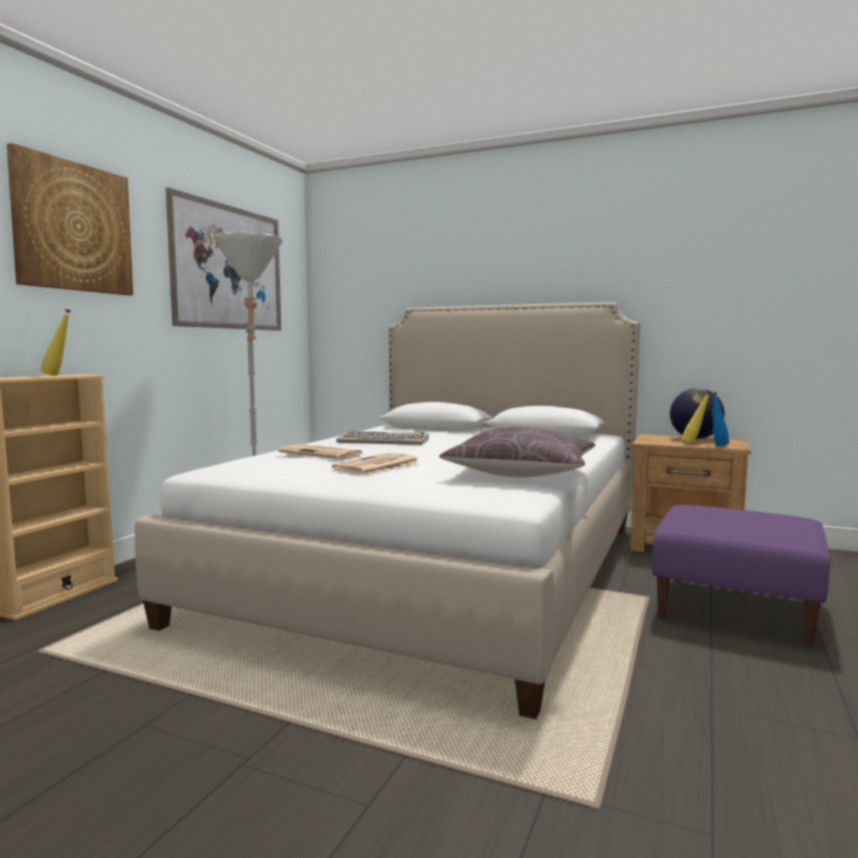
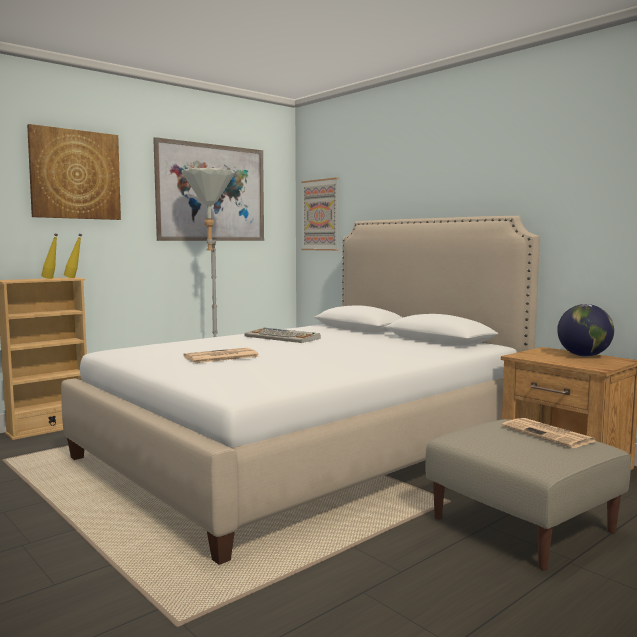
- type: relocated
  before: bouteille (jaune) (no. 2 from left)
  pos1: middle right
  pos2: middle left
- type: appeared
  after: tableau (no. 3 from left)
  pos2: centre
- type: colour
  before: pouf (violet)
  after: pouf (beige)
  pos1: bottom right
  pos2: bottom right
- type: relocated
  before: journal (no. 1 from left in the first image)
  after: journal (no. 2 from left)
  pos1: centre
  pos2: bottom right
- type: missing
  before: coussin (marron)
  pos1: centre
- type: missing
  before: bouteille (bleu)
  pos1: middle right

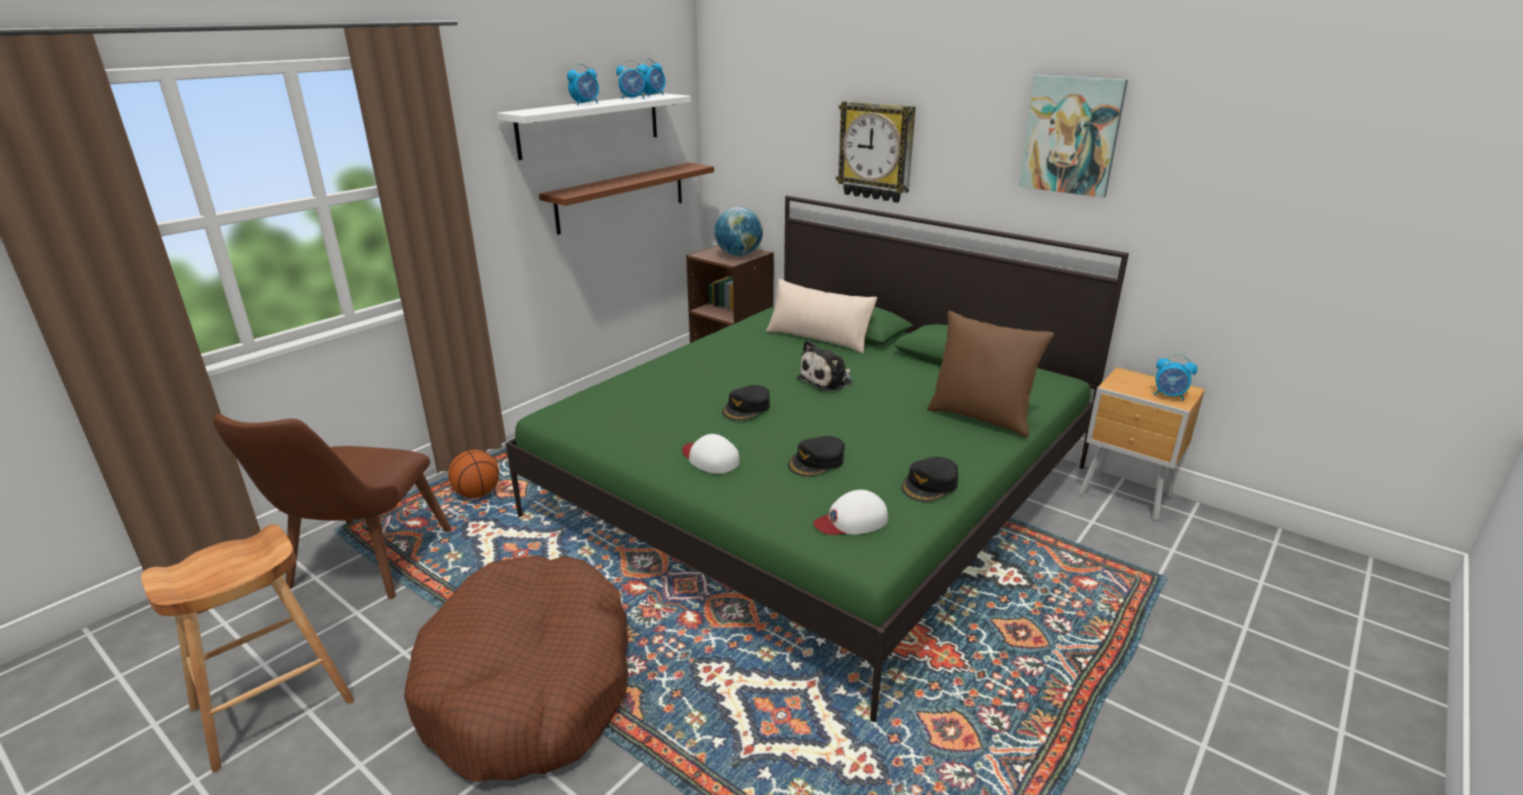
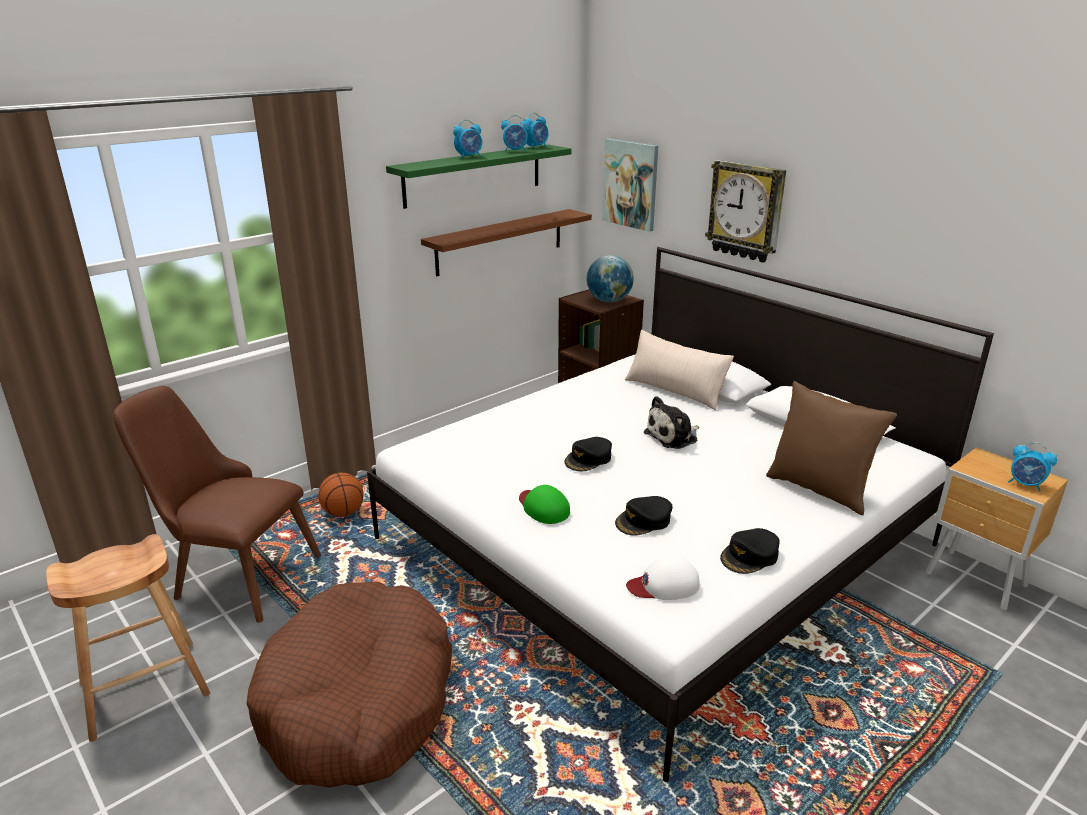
- type: spun
  before: chaise (marron)
  pos1: middle left
  pos2: middle left
  turn: 90
- type: colour
  before: lit (vert)
  after: lit (blanc)
  pos1: centre
  pos2: centre
- type: colour
  before: étagère (blanc)
  after: étagère (vert)
  pos1: top centre
  pos2: top centre
- type: colour
  before: casquette (blanc) (no. 1 from left)
  after: casquette (vert)
  pos1: centre
  pos2: centre
- type: relocated
  before: tableau
  pos1: top right
  pos2: top centre

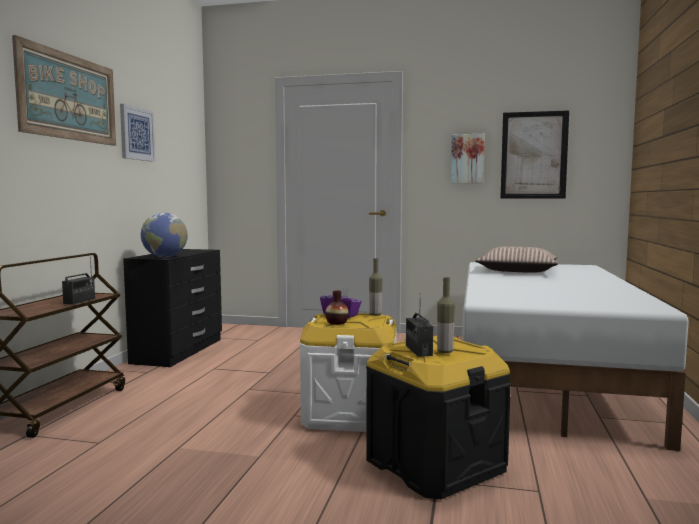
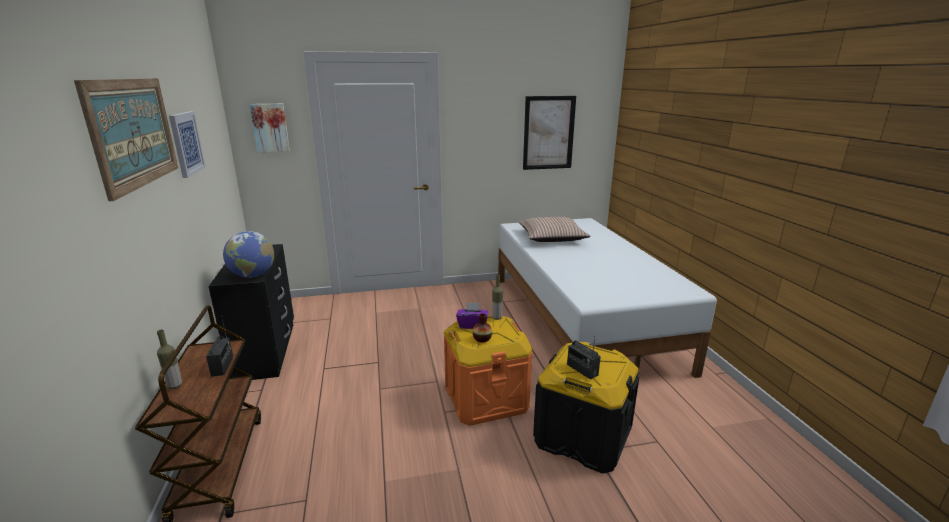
- type: relocated
  before: bouteille (no. 2 from left in the first image)
  after: bouteille (no. 1 from left)
  pos1: centre
  pos2: bottom left
- type: relocated
  before: tableau (no. 3 from left)
  pos1: top right
  pos2: top left
- type: colour
  before: boîte de rangement (blanc)
  after: boîte de rangement (orange)
  pos1: bottom centre
  pos2: bottom centre

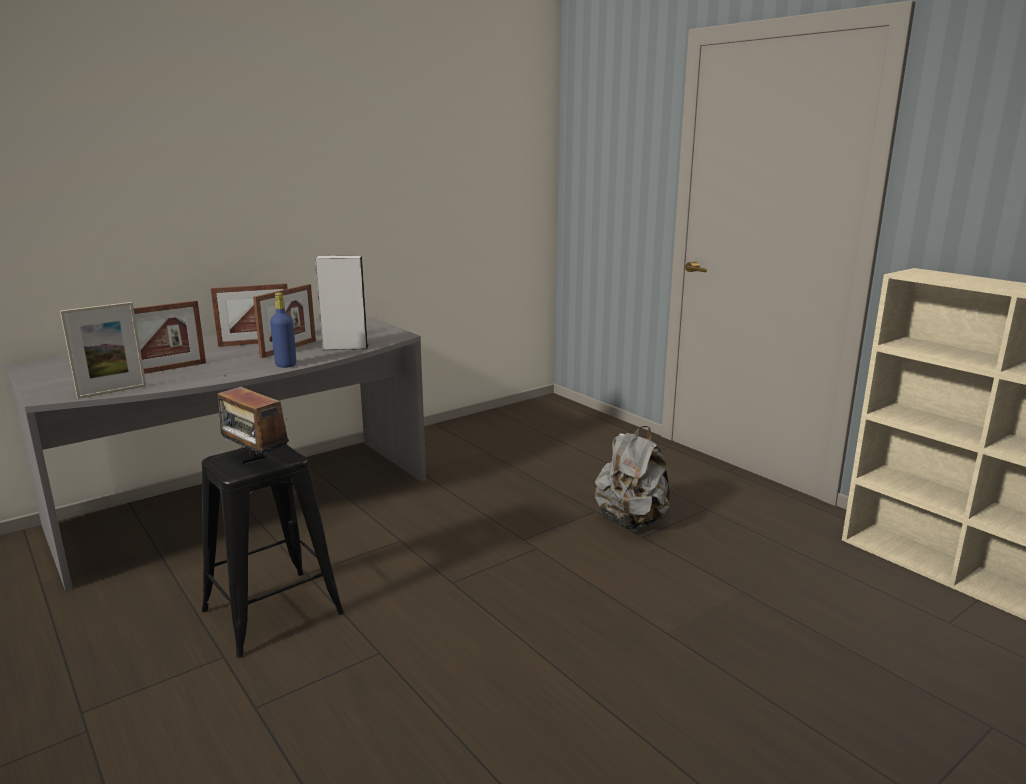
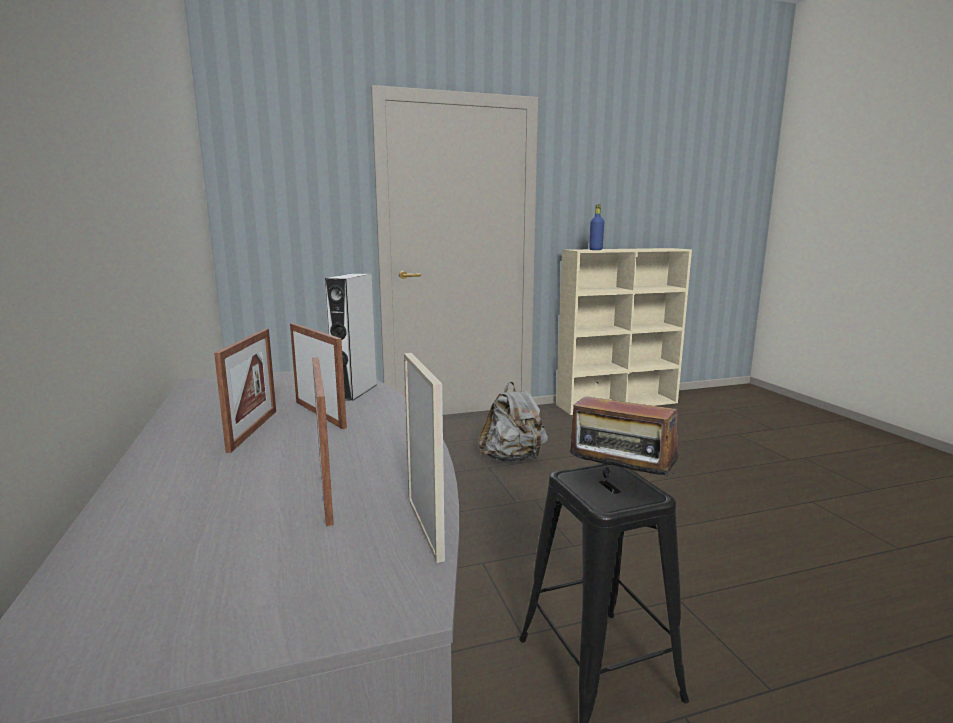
- type: spun
  before: radio
  pos1: middle left
  pos2: centre
  turn: 60
- type: relocated
  before: bouteille (bleu)
  pos1: middle left
  pos2: top centre

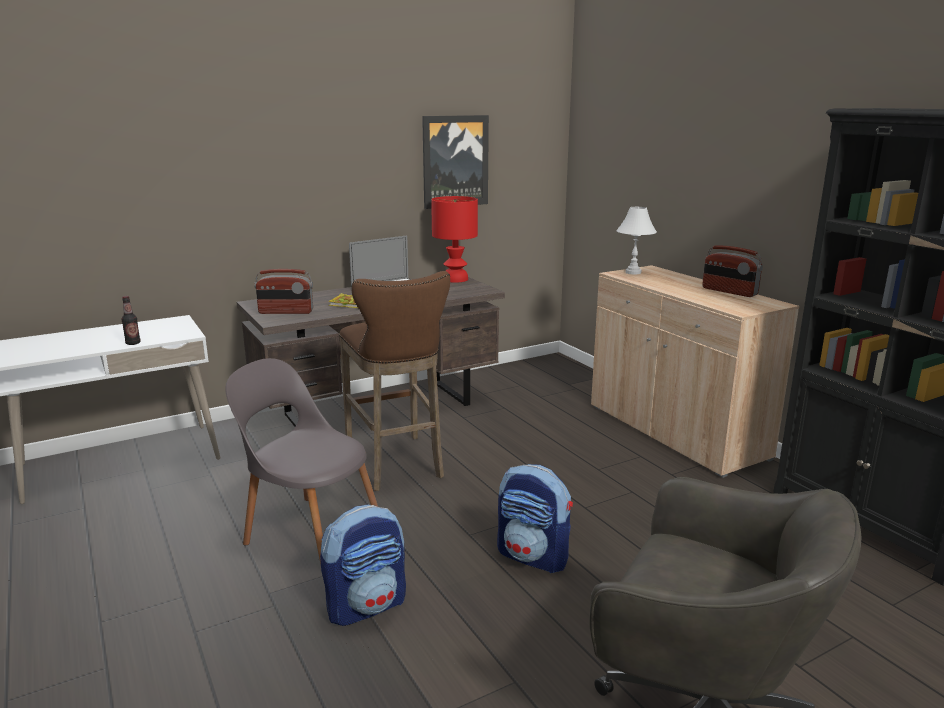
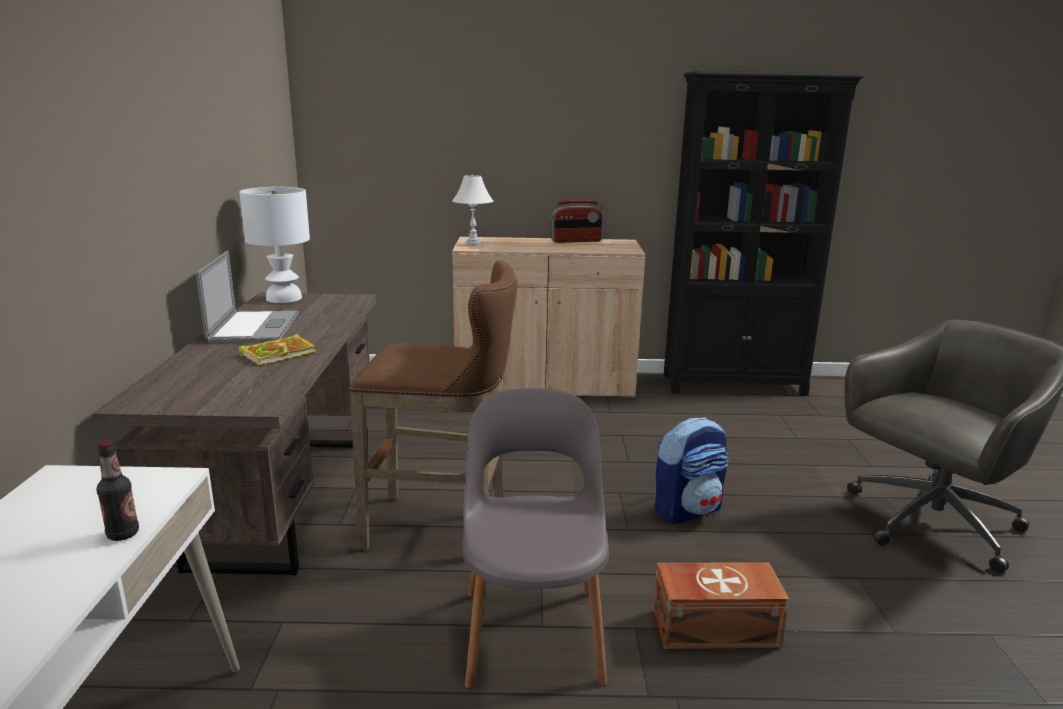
- type: colour
  before: lampe de table (rouge)
  after: lampe de table (blanc) (no. 1 from left)
  pos1: centre
  pos2: middle left
- type: spun
  before: chaise (gris)
  pos1: middle left
  pos2: bottom centre
  turn: 120
- type: exchanged
  before: sac à dos (no. 1 from left)
  after: boîte de rangement (marron)
  pos1: bottom centre
  pos2: bottom right
- type: missing
  before: radio (no. 1 from left)
  pos1: middle left
- type: missing
  before: tableau
  pos1: top centre

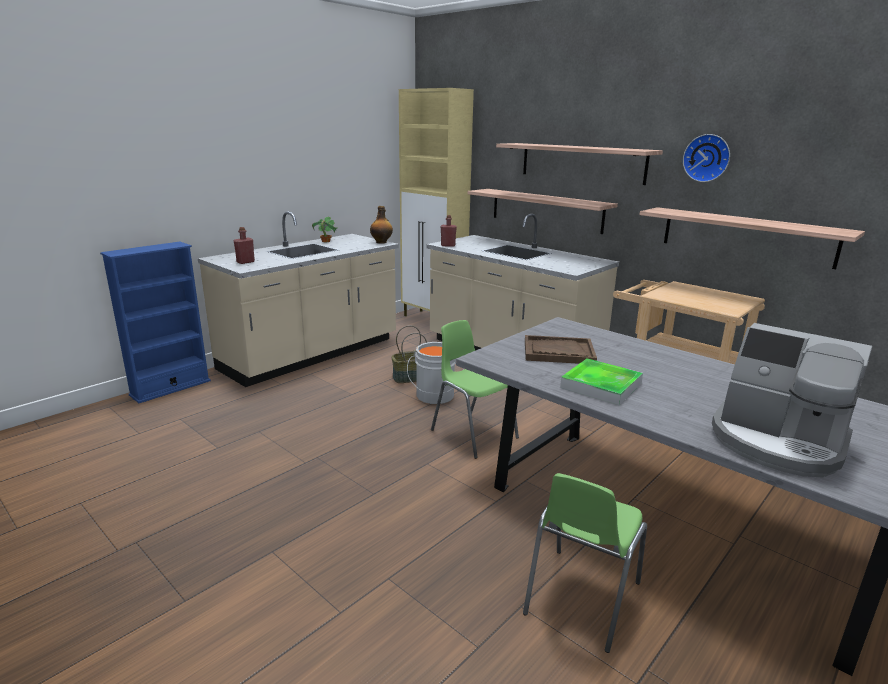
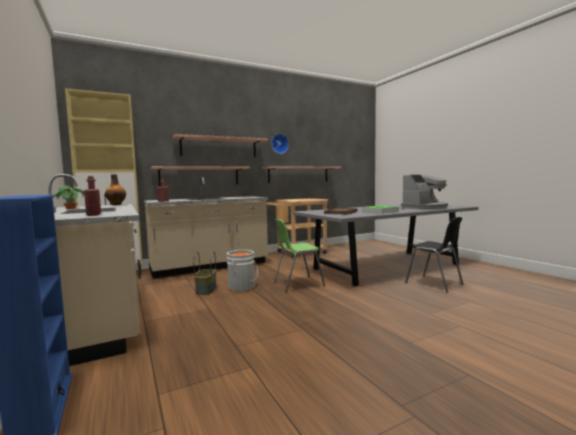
- type: colour
  before: chaise (vert) (no. 2 from left)
  after: chaise (noir)
  pos1: bottom centre
  pos2: middle right

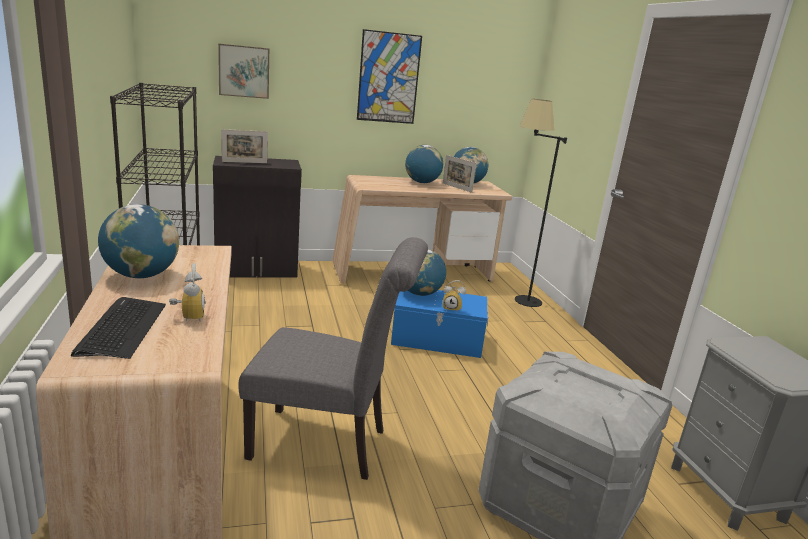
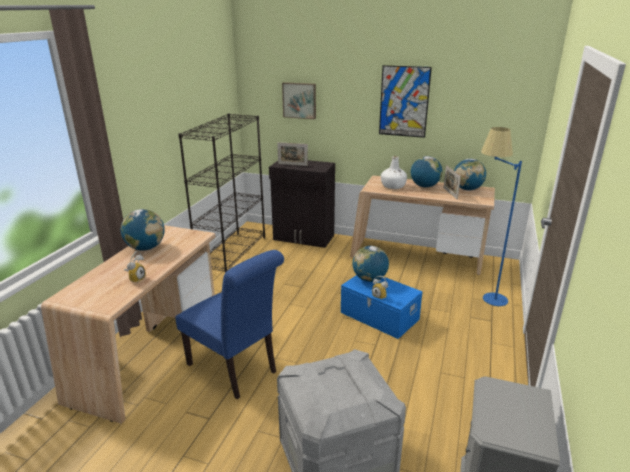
- type: colour
  before: chaise (gris)
  after: chaise (bleu)
  pos1: centre
  pos2: bottom centre
- type: appeared
  after: bouteille (blanc)
  pos2: centre
- type: colour
  before: lampadaire (noir)
  after: lampadaire (bleu)
  pos1: middle right
  pos2: middle right
- type: missing
  before: clavier
  pos1: middle left

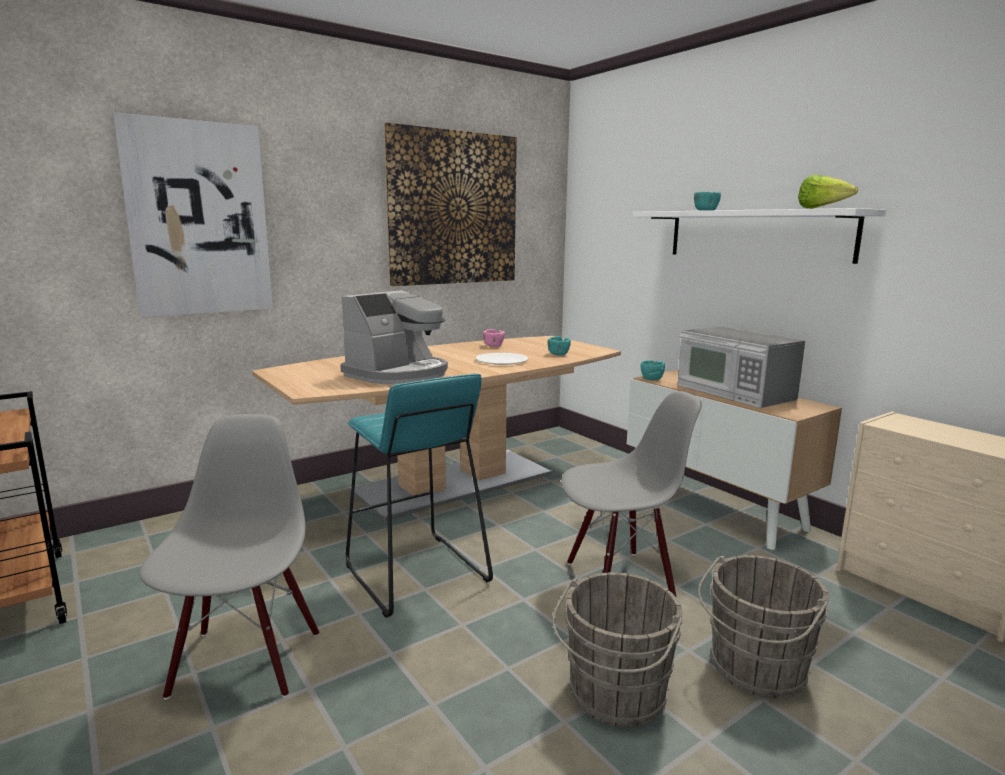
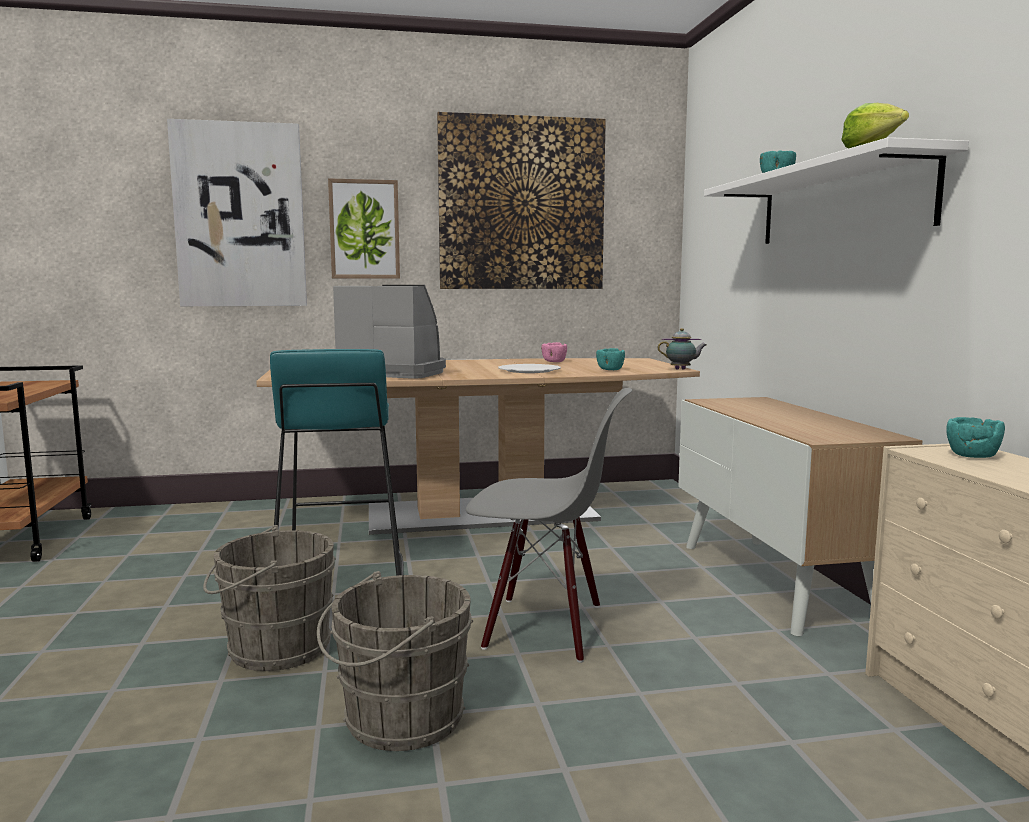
- type: relocated
  before: seau (gris) (no. 2 from left in the first image)
  after: seau (gris) (no. 1 from left)
  pos1: bottom right
  pos2: bottom left
- type: appeared
  after: tableau (no. 2 from left)
  pos2: top centre
- type: spun
  before: machine à café
  pos1: centre
  pos2: centre
  turn: -135
- type: appeared
  after: théière
  pos2: centre
- type: relocated
  before: bol (turquoise) (no. 2 from left in the first image)
  after: bol (turquoise) (no. 3 from left)
  pos1: centre
  pos2: middle right
- type: missing
  before: chaise (gris) (no. 1 from left)
  pos1: bottom left
- type: missing
  before: micro-ondes
  pos1: middle right

